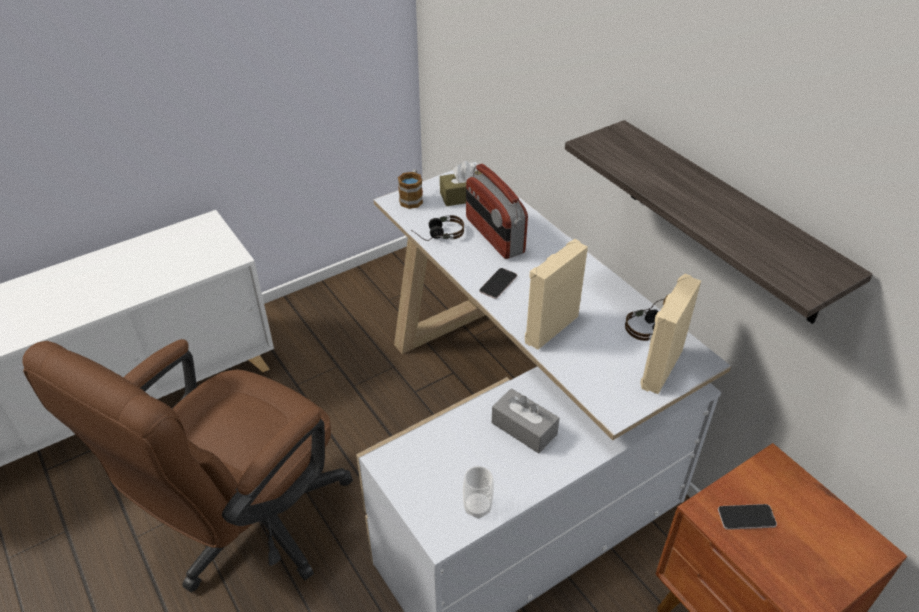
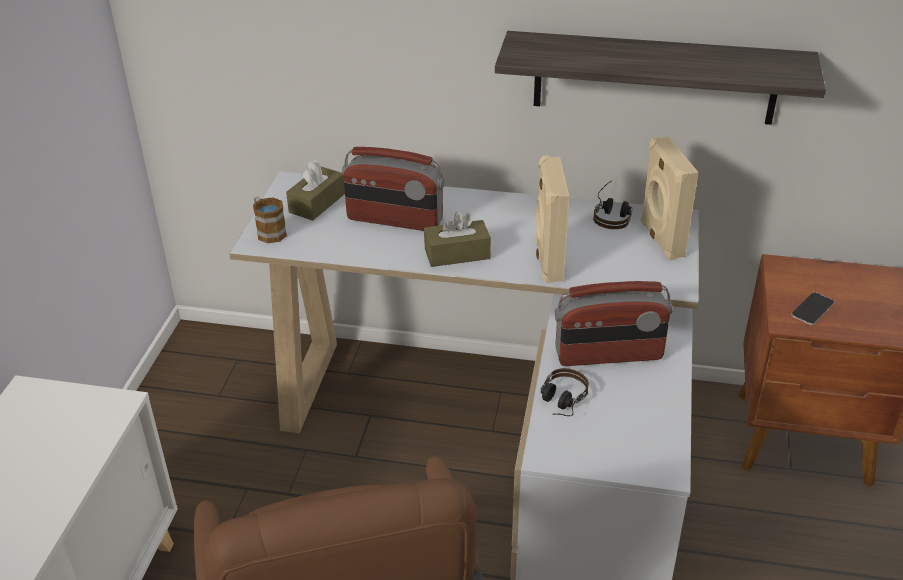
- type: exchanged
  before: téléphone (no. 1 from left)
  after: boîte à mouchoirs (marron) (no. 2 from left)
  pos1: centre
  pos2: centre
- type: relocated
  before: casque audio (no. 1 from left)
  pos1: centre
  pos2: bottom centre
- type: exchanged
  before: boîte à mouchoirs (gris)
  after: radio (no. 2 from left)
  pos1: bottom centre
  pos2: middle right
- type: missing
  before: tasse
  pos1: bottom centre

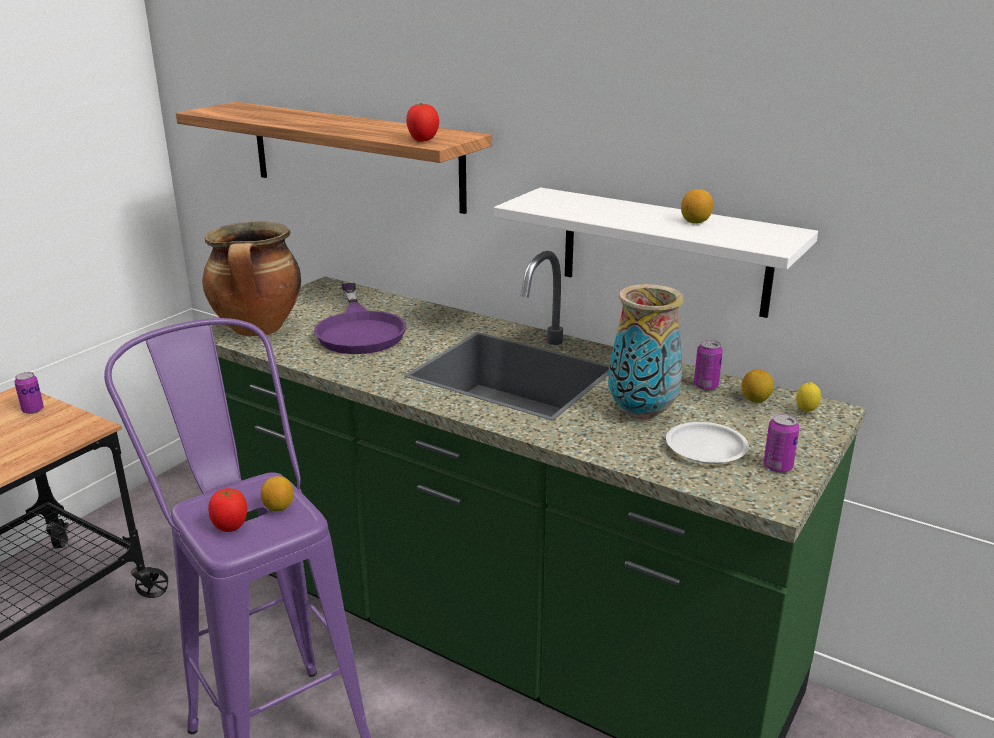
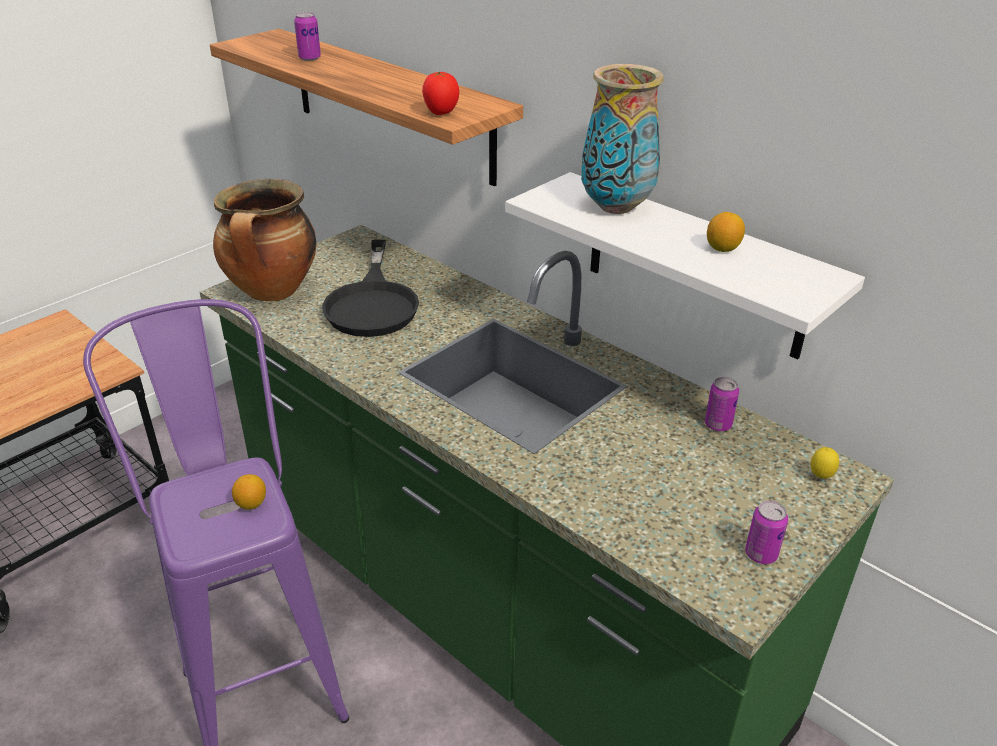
- type: relocated
  before: boîte métallique (no. 1 from left)
  pos1: middle left
  pos2: top left
- type: colour
  before: poêle (violet)
  after: poêle (noir)
  pos1: centre
  pos2: centre
- type: relocated
  before: vase
  pos1: centre
  pos2: top centre
- type: missing
  before: tomate (no. 1 from left)
  pos1: bottom left
- type: missing
  before: assiette (blanc)
  pos1: middle right
- type: missing
  before: citron (no. 3 from left)
  pos1: middle right

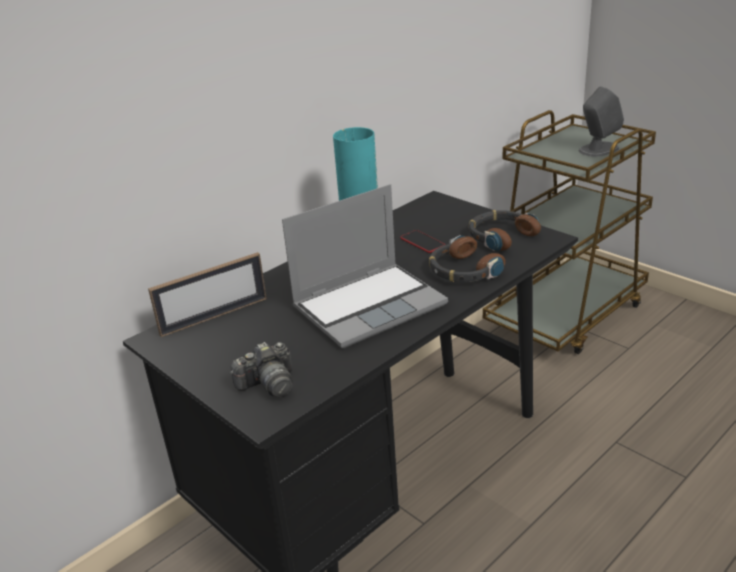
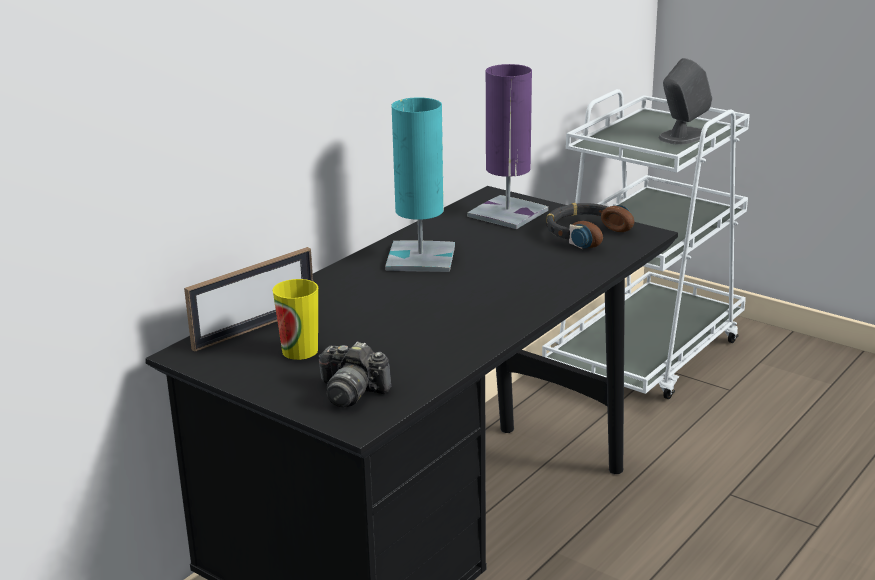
- type: appeared
  after: tasse
  pos2: centre
- type: spun
  before: appareil photo
  pos1: centre
  pos2: centre
  turn: 60
- type: appeared
  after: lampe de table (violet)
  pos2: top centre
- type: colour
  before: chariot (marron)
  after: chariot (blanc)
  pos1: middle right
  pos2: middle right
- type: missing
  before: ordinateur portable
  pos1: centre
- type: missing
  before: téléphone
  pos1: centre
- type: missing
  before: casque audio (no. 1 from left)
  pos1: centre

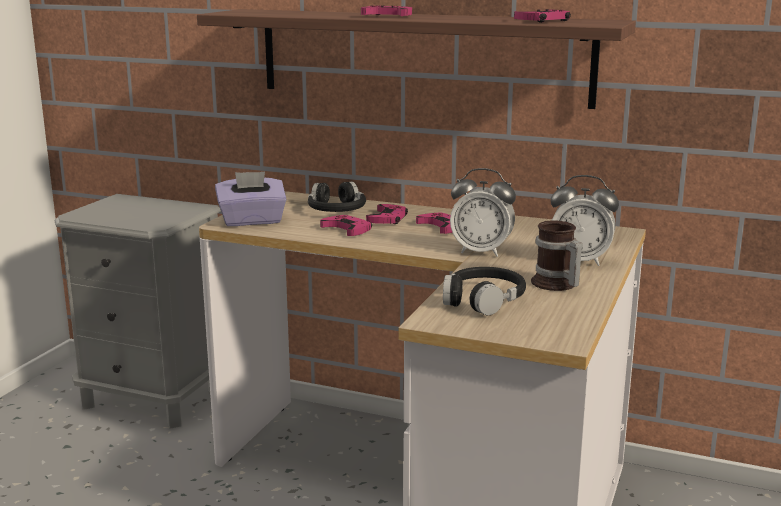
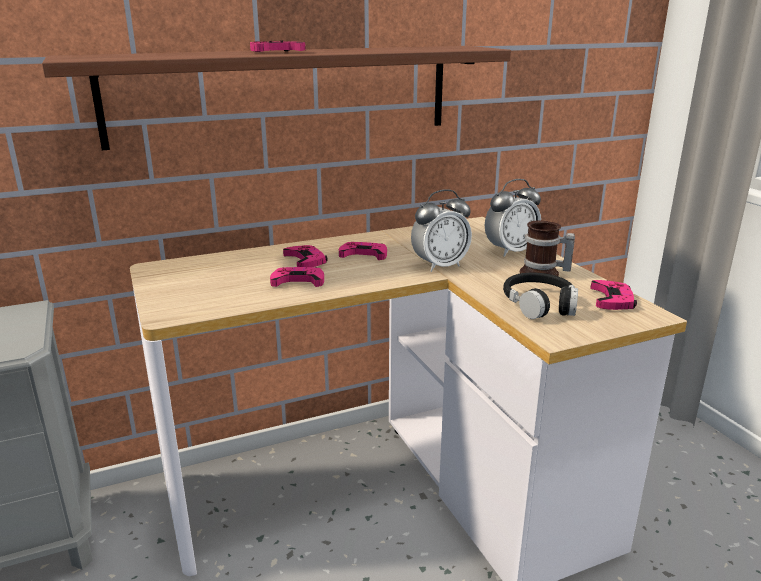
- type: relocated
  before: manette (rose) (no. 5 from left)
  pos1: top right
  pos2: middle right
- type: missing
  before: boîte à mouchoirs (violet)
  pos1: middle left
- type: missing
  before: casque audio (noir) (no. 1 from left)
  pos1: centre

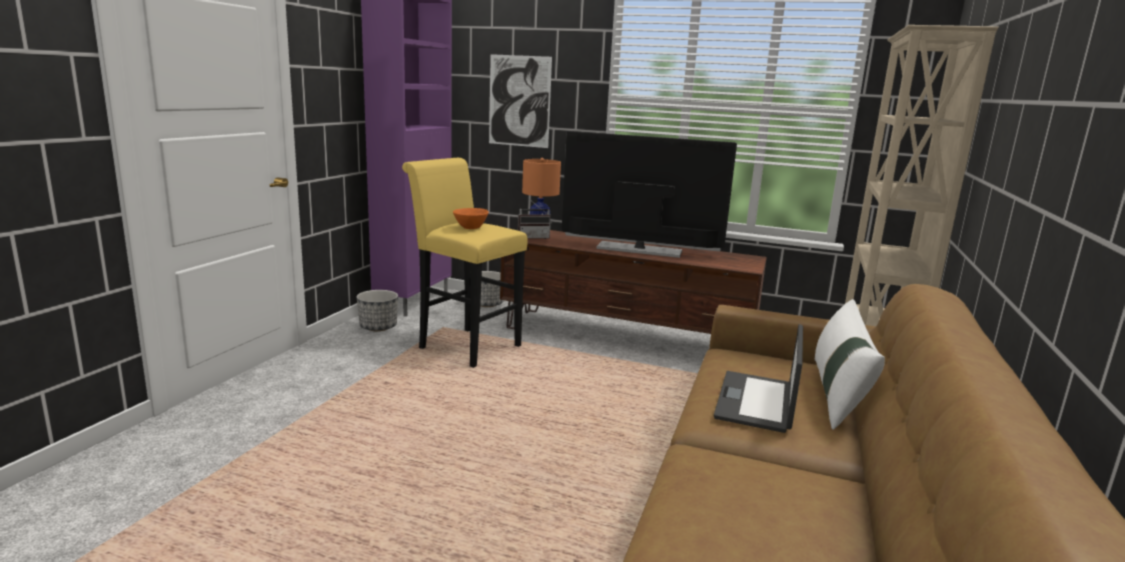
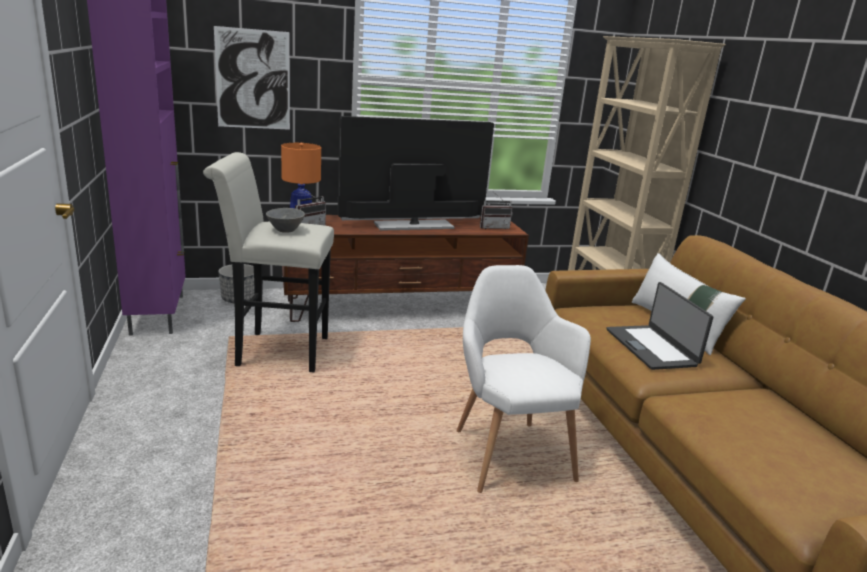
- type: colour
  before: tabouret (jaune)
  after: tabouret (blanc)
  pos1: centre
  pos2: middle left
- type: colour
  before: bol (orange)
  after: bol (gris)
  pos1: centre
  pos2: middle left
- type: appeared
  after: fauteuil (blanc)
  pos2: centre
- type: appeared
  after: radio (no. 2 from left)
  pos2: centre
- type: missing
  before: cache-pot (no. 1 from left)
  pos1: centre

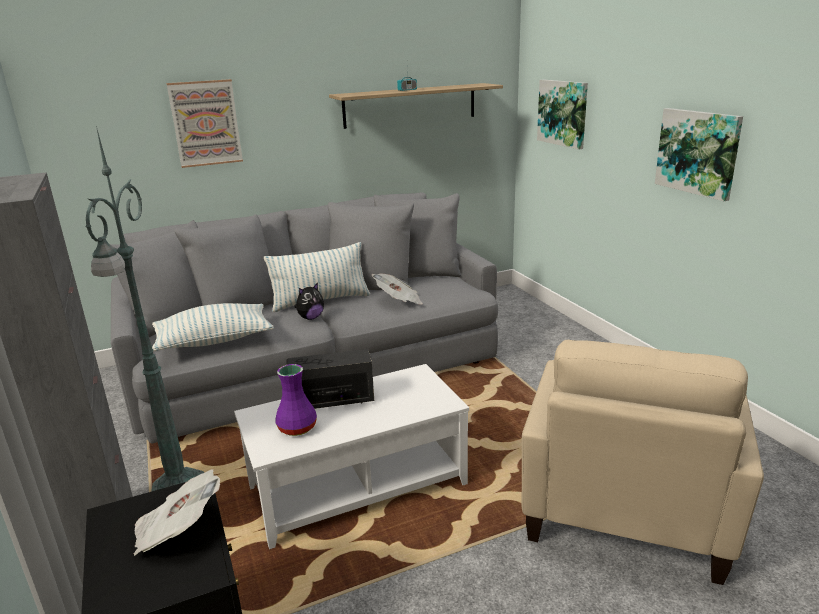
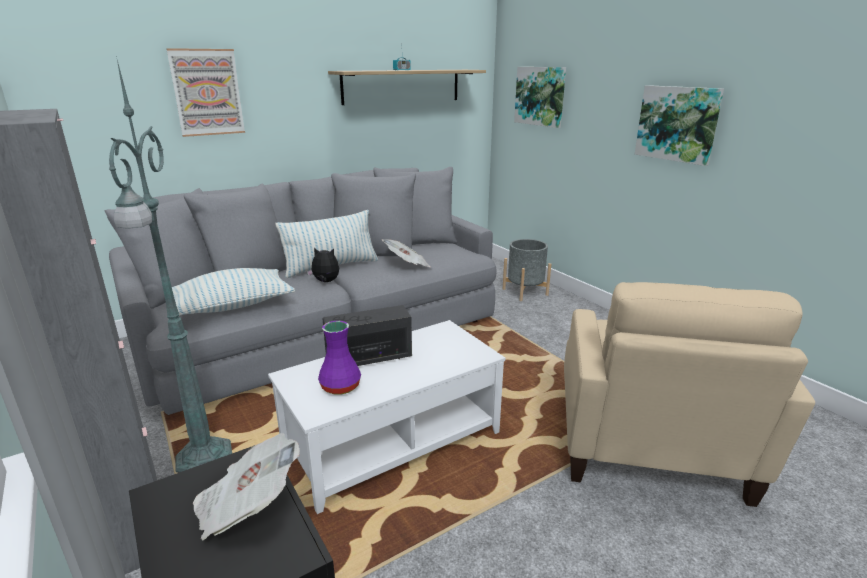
- type: spun
  before: peluche
  pos1: centre
  pos2: centre
  turn: -120
- type: appeared
  after: cache-pot (gris)
  pos2: centre

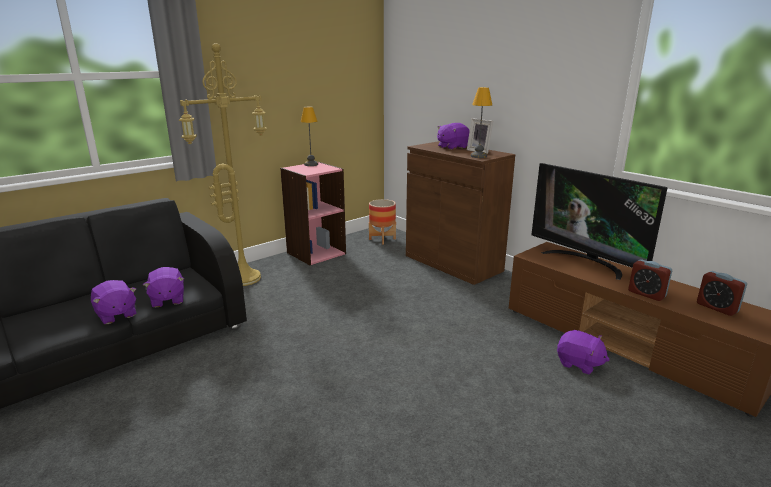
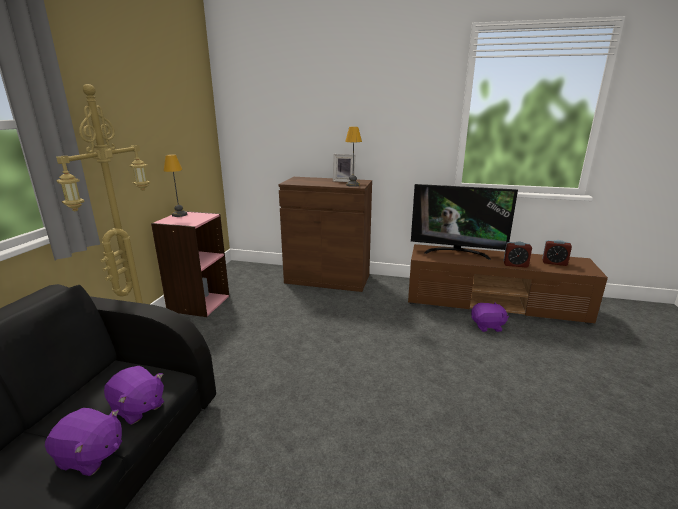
- type: missing
  before: cache-pot
  pos1: centre
- type: missing
  before: peluche (violet) (no. 3 from left)
  pos1: top centre

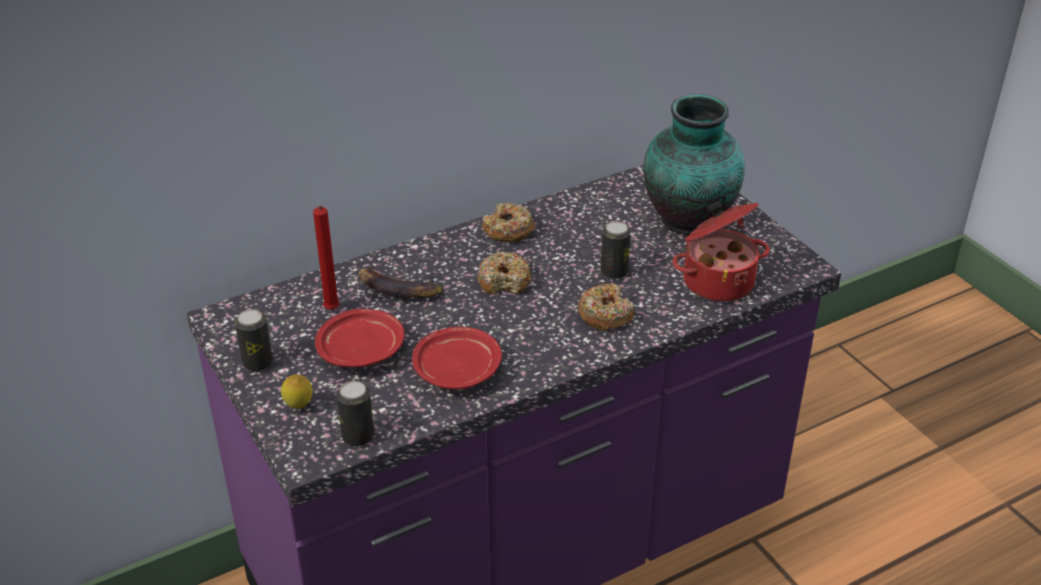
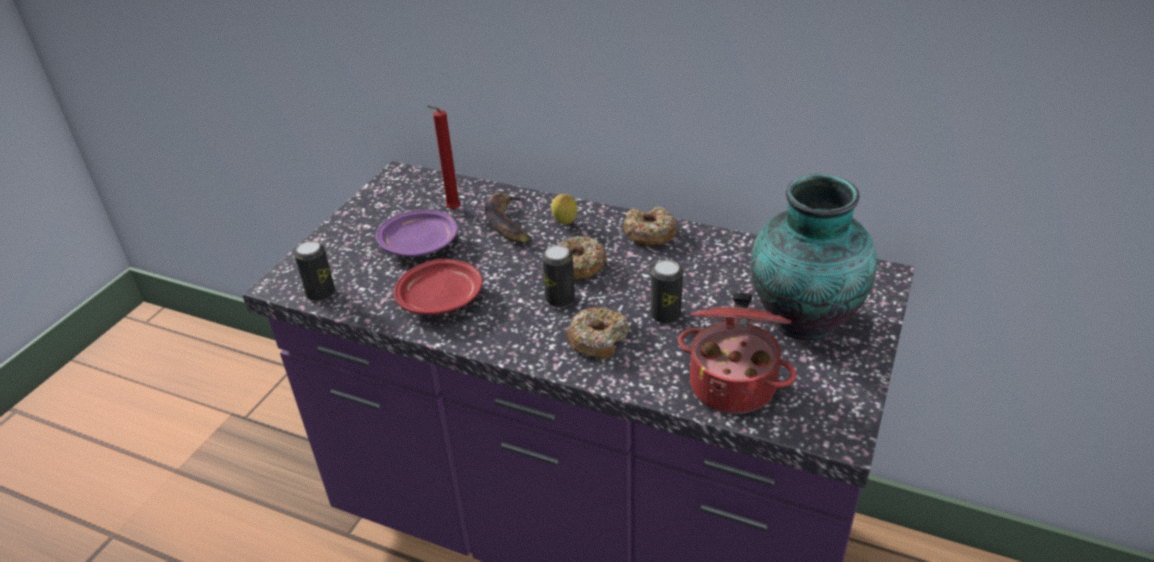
- type: colour
  before: assiette (rouge) (no. 1 from left)
  after: assiette (violet)
  pos1: centre
  pos2: centre
- type: relocated
  before: boîte métallique (no. 1 from left in the first image)
  after: boîte métallique (no. 2 from left)
  pos1: middle left
  pos2: centre
- type: relocated
  before: citron
  pos1: bottom left
  pos2: centre

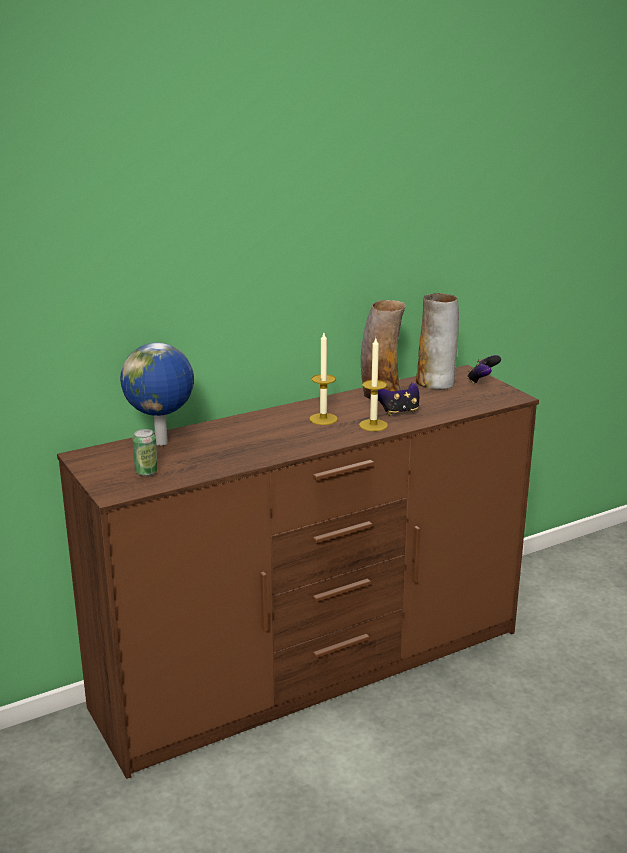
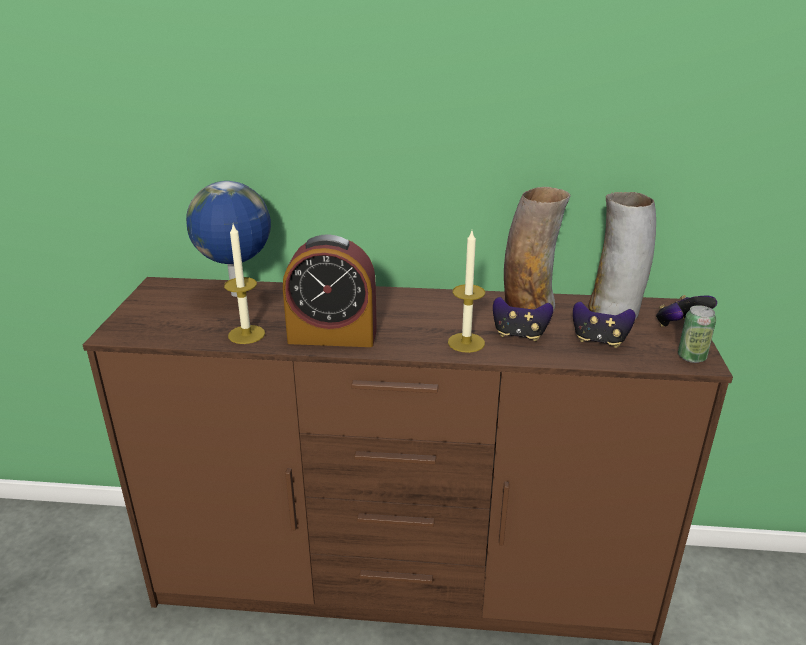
- type: relocated
  before: bougie (no. 1 from left)
  pos1: centre
  pos2: middle left
- type: appeared
  after: réveil
  pos2: centre
- type: appeared
  after: manette (no. 2 from left)
  pos2: middle right
- type: relocated
  before: boîte métallique
  pos1: middle left
  pos2: middle right

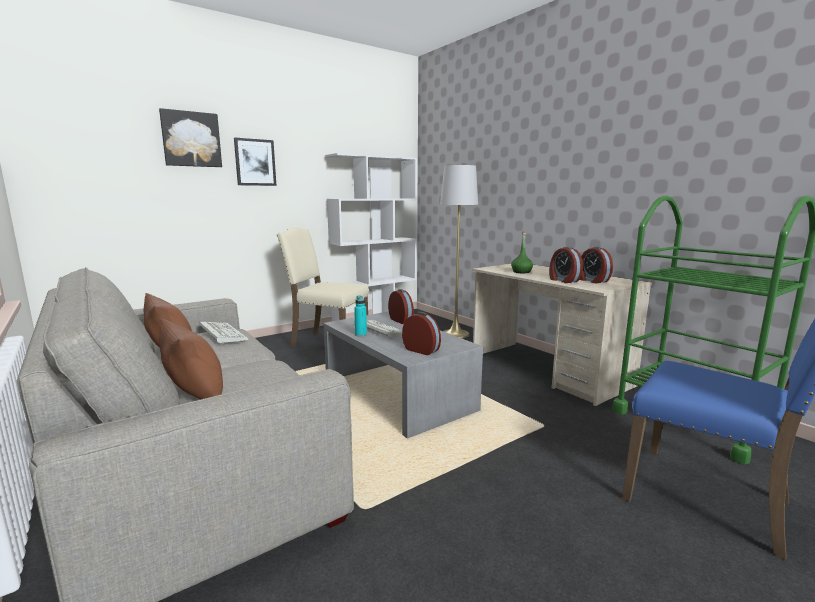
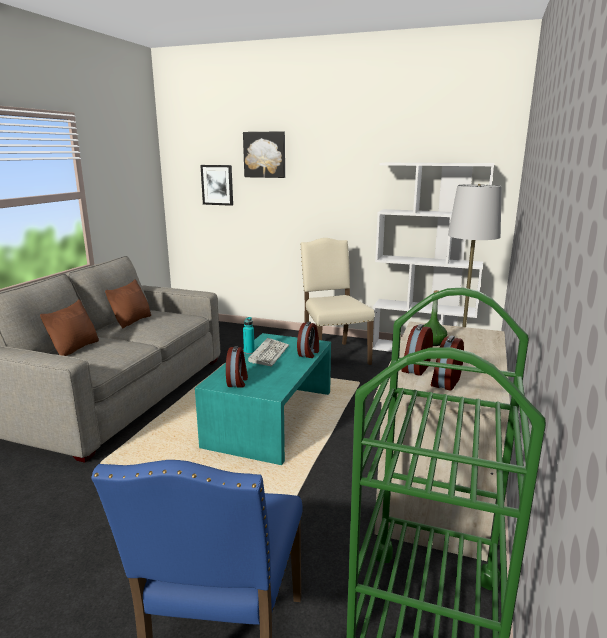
- type: colour
  before: table basse (gris)
  after: table basse (turquoise)
  pos1: centre
  pos2: centre
- type: relocated
  before: tableau (no. 2 from left in the first image)
  after: tableau (no. 1 from left)
  pos1: top left
  pos2: top centre
- type: missing
  before: clavier (no. 1 from left)
  pos1: middle left

